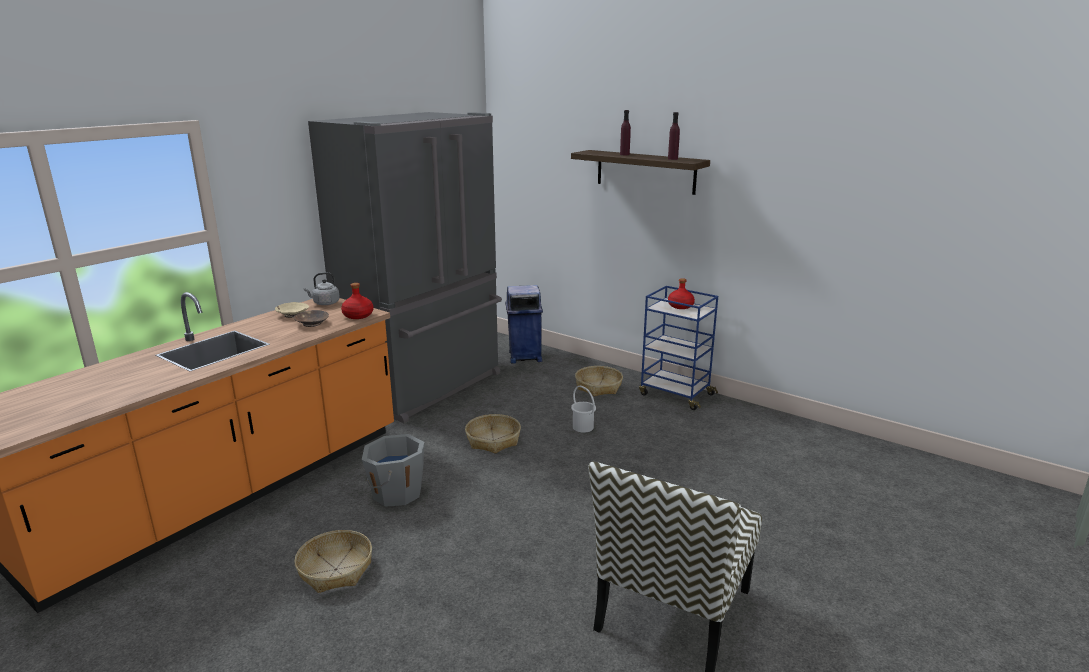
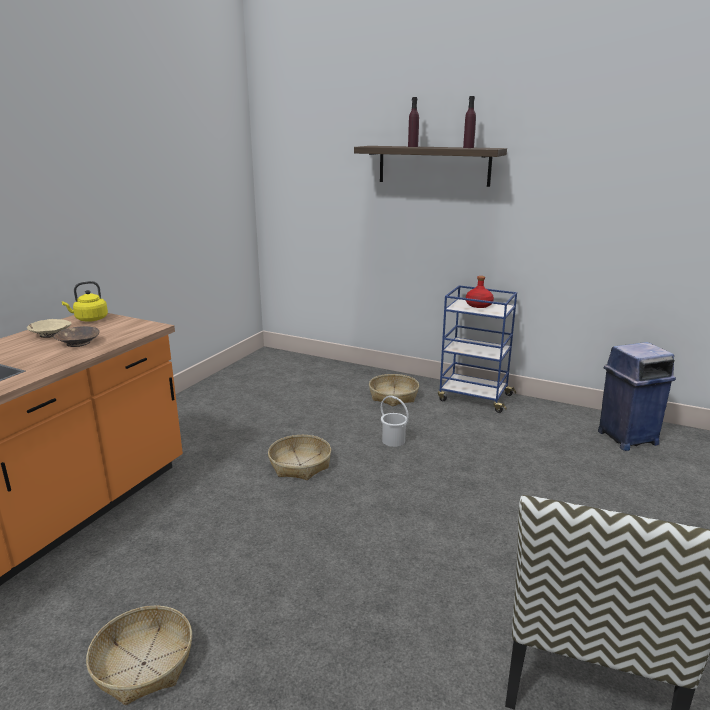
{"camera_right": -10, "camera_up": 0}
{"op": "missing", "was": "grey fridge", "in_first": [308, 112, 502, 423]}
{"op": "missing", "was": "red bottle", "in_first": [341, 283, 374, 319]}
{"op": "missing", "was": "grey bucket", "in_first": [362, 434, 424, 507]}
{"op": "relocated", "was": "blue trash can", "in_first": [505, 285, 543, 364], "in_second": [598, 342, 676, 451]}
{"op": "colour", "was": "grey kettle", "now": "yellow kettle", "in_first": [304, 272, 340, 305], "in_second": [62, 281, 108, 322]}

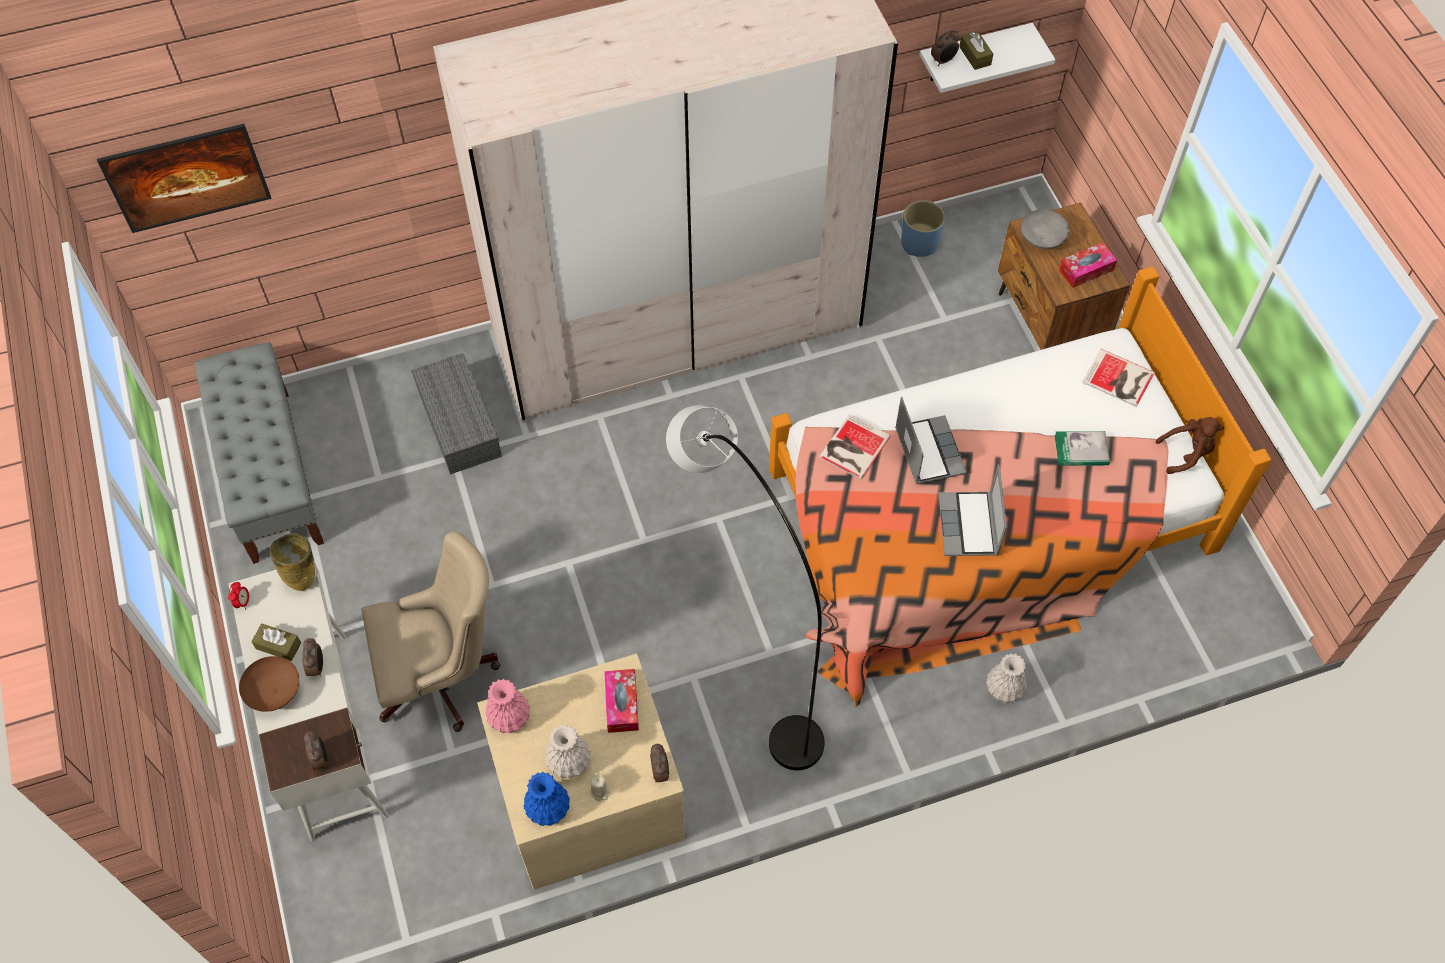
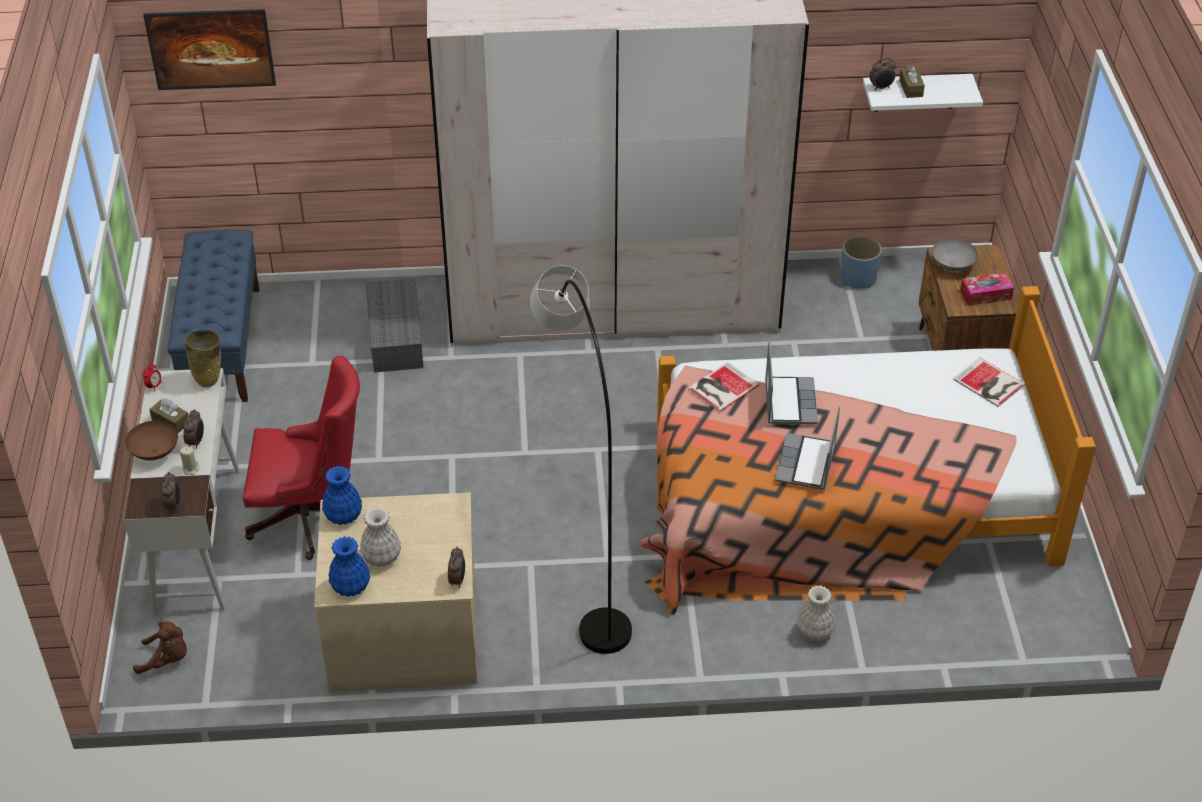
{"camera_right": 15, "camera_up": -15}
{"op": "missing", "was": "tissue box", "in_first": [604, 669, 639, 733]}
{"op": "missing", "was": "book", "in_first": [1054, 431, 1110, 466]}
{"op": "relocated", "was": "beige candle", "in_first": [590, 774, 610, 801], "in_second": [180, 446, 199, 475]}
{"op": "relocated", "was": "brown plush toy", "in_first": [1155, 417, 1224, 474], "in_second": [133, 621, 187, 674]}
{"op": "colour", "was": "grey bench", "now": "blue bench", "in_first": [195, 342, 324, 564], "in_second": [168, 230, 259, 402]}
{"op": "colour", "was": "beige office chair", "now": "red office chair", "in_first": [361, 531, 501, 732], "in_second": [243, 356, 360, 560]}
{"op": "colour", "was": "pink vase", "now": "blue vase", "in_first": [485, 679, 530, 733], "in_second": [322, 466, 362, 525]}

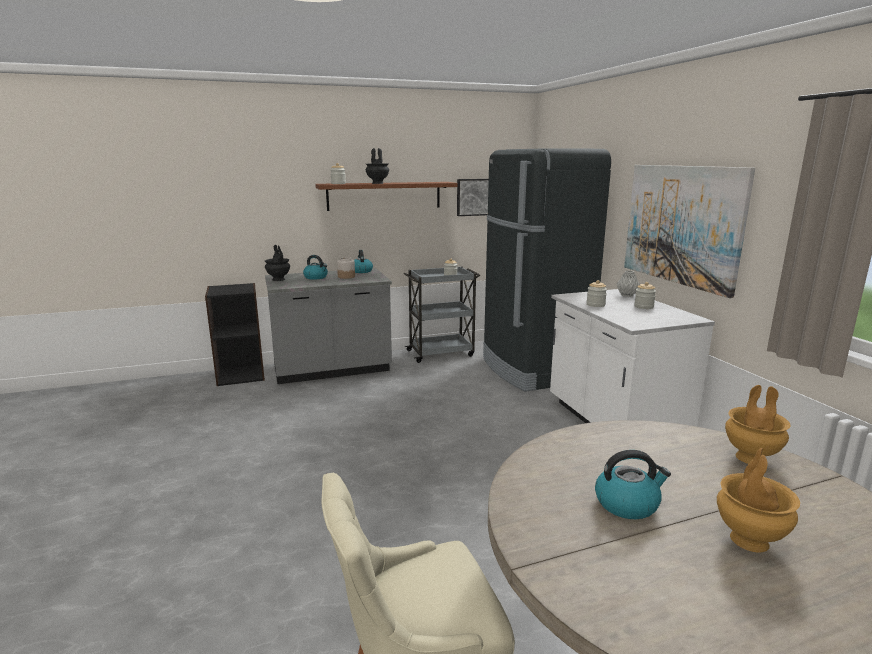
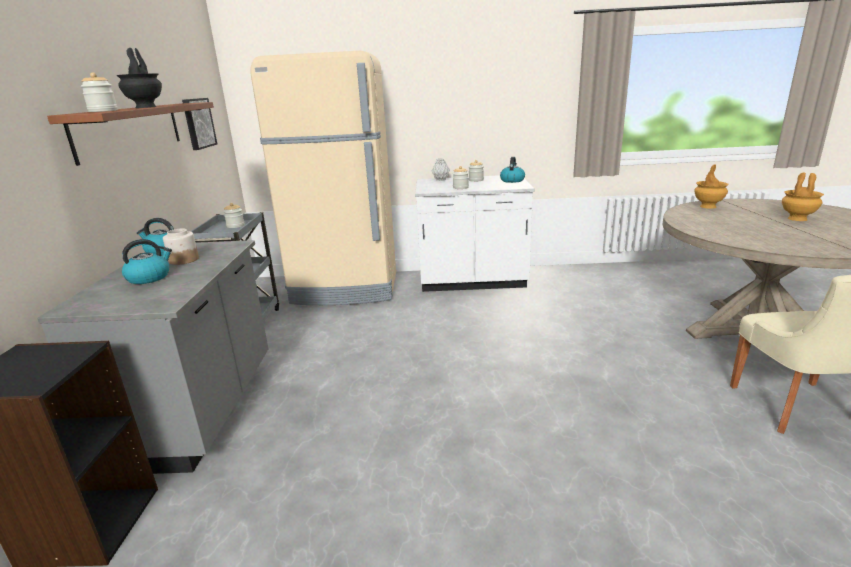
{"camera_right": -70, "camera_up": 5}
{"op": "missing", "was": "black vase", "in_first": [265, 245, 290, 281]}
{"op": "missing", "was": "picture", "in_first": [624, 165, 755, 298]}
{"op": "relocated", "was": "kettle", "in_first": [595, 450, 671, 519], "in_second": [500, 157, 525, 183]}
{"op": "colour", "was": "black fridge", "now": "beige fridge", "in_first": [483, 148, 611, 392], "in_second": [250, 51, 396, 305]}

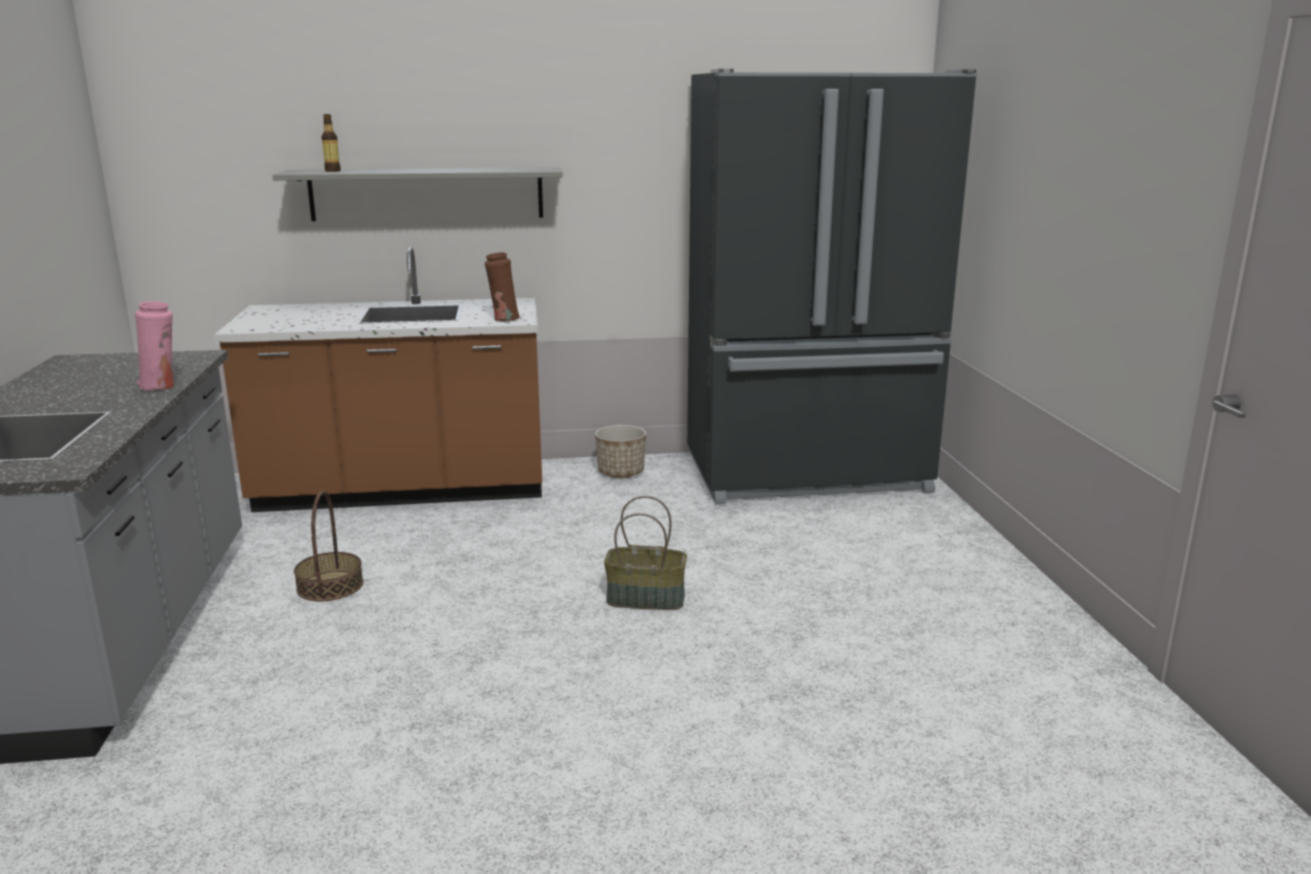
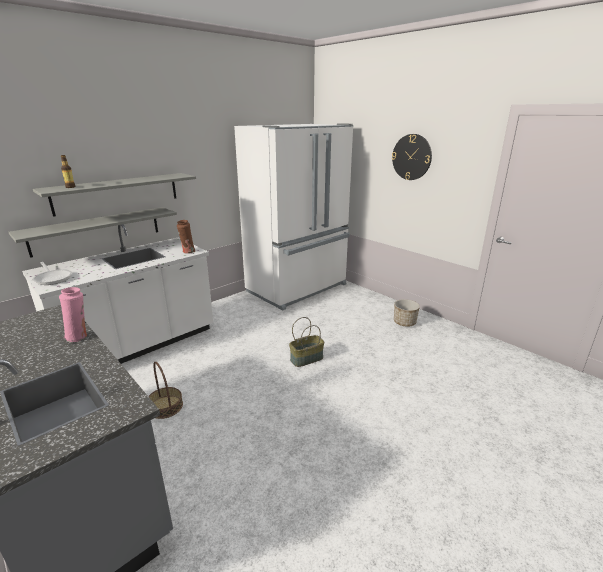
{"camera_right": -35, "camera_up": 5}
{"op": "appeared", "now": "grey shelf", "in_second": [9, 207, 177, 258]}
{"op": "appeared", "now": "frying pan", "in_second": [33, 262, 72, 285]}
{"op": "appeared", "now": "wall clock", "in_second": [392, 134, 432, 180]}
{"op": "relocated", "was": "planter", "in_first": [595, 425, 646, 478], "in_second": [394, 299, 420, 327]}
{"op": "colour", "was": "brown counter", "now": "white counter", "in_first": [214, 247, 542, 512], "in_second": [22, 224, 213, 364]}
{"op": "colour", "was": "black fridge", "now": "white fridge", "in_first": [687, 69, 977, 504], "in_second": [234, 123, 354, 310]}

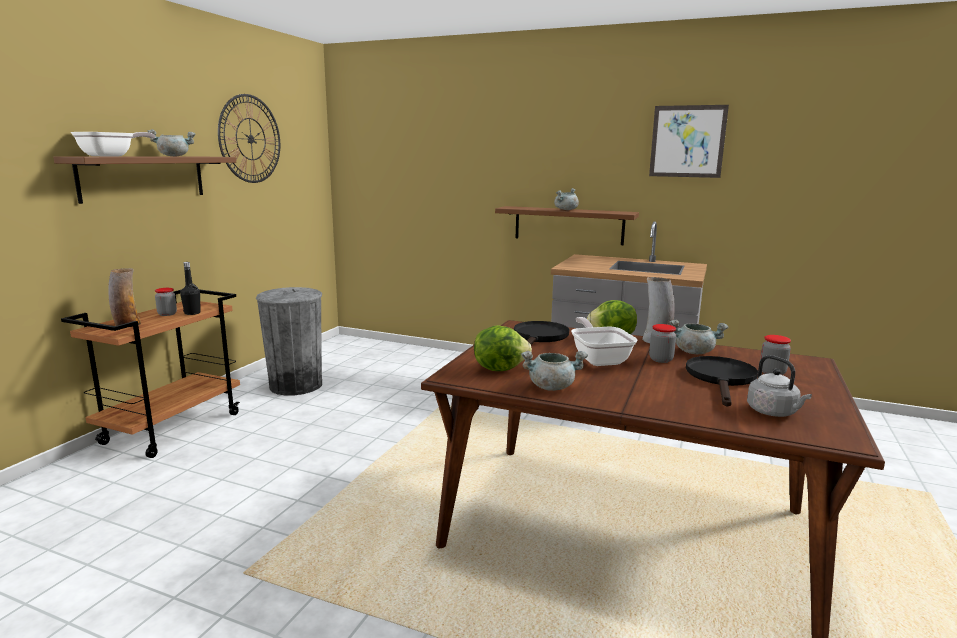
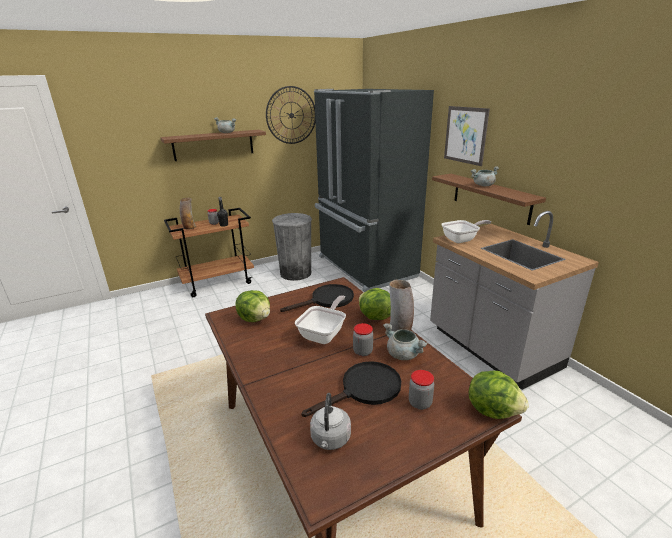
{"camera_right": 40, "camera_up": 10}
{"op": "missing", "was": "grey cooking pot", "in_first": [521, 351, 588, 391]}
{"op": "appeared", "now": "black fridge", "in_second": [314, 89, 434, 292]}
{"op": "appeared", "now": "lettuce", "in_second": [469, 371, 528, 419]}
{"op": "relocated", "was": "frying pan", "in_first": [71, 132, 156, 156], "in_second": [441, 220, 491, 243]}
{"op": "relocated", "was": "picture", "in_first": [649, 105, 729, 178], "in_second": [444, 106, 490, 166]}

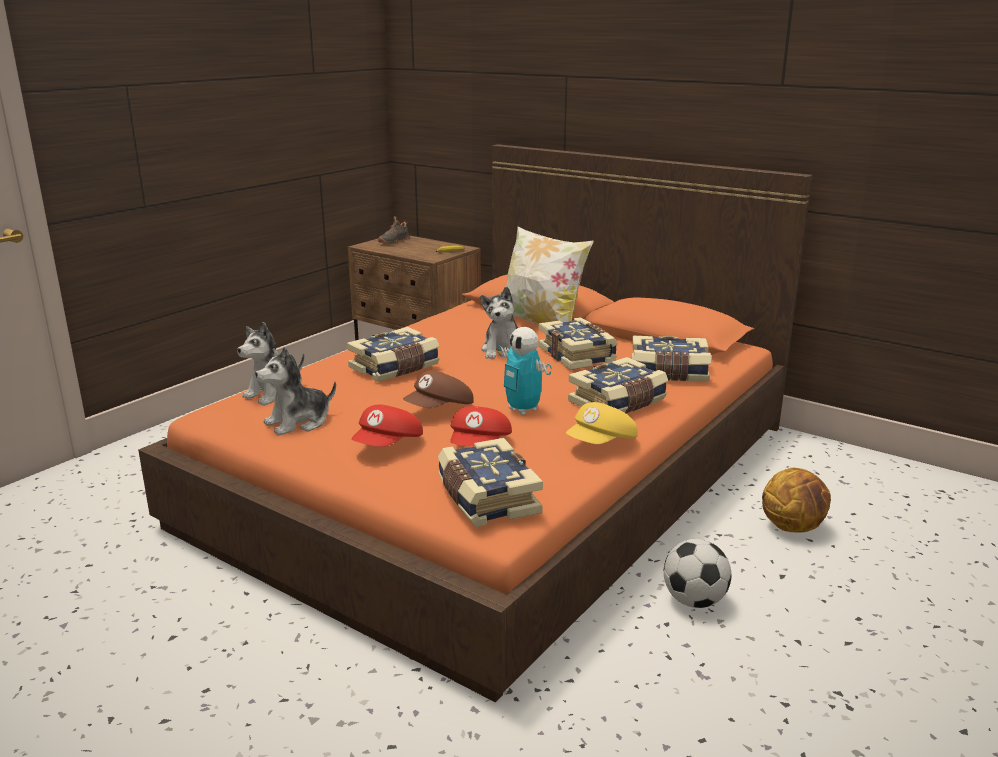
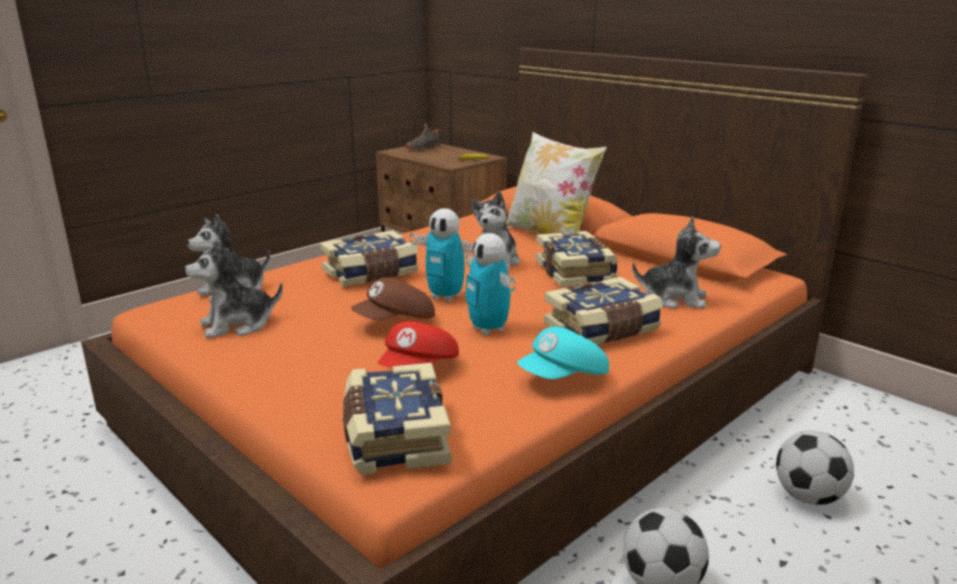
{"camera_right": 10, "camera_up": 0}
{"op": "missing", "was": "red cap", "in_first": [351, 404, 423, 447]}
{"op": "appeared", "now": "toy robot", "in_second": [410, 208, 473, 302]}
{"op": "exchanged", "was": "book", "now": "plush toy", "in_first": [631, 336, 711, 381], "in_second": [632, 216, 721, 309]}
{"op": "exchanged", "was": "basketball", "now": "football", "in_first": [762, 468, 831, 533], "in_second": [776, 430, 854, 505]}
{"op": "colour", "was": "yellow cap", "now": "turquoise cap", "in_first": [566, 402, 638, 444], "in_second": [517, 327, 609, 379]}

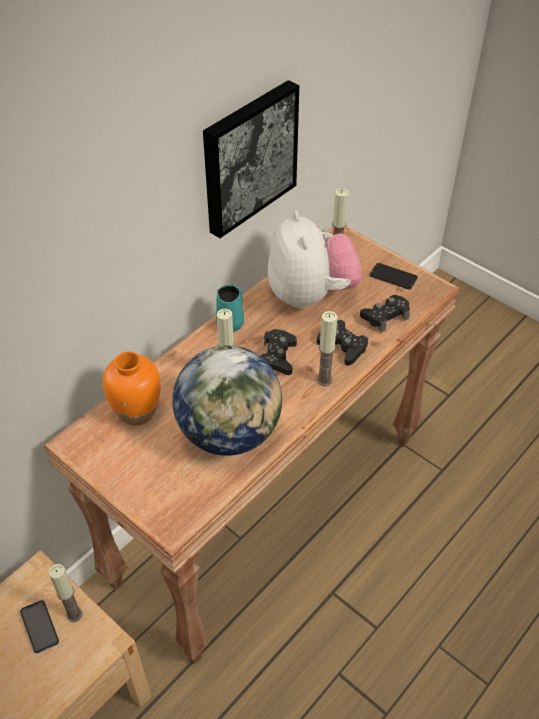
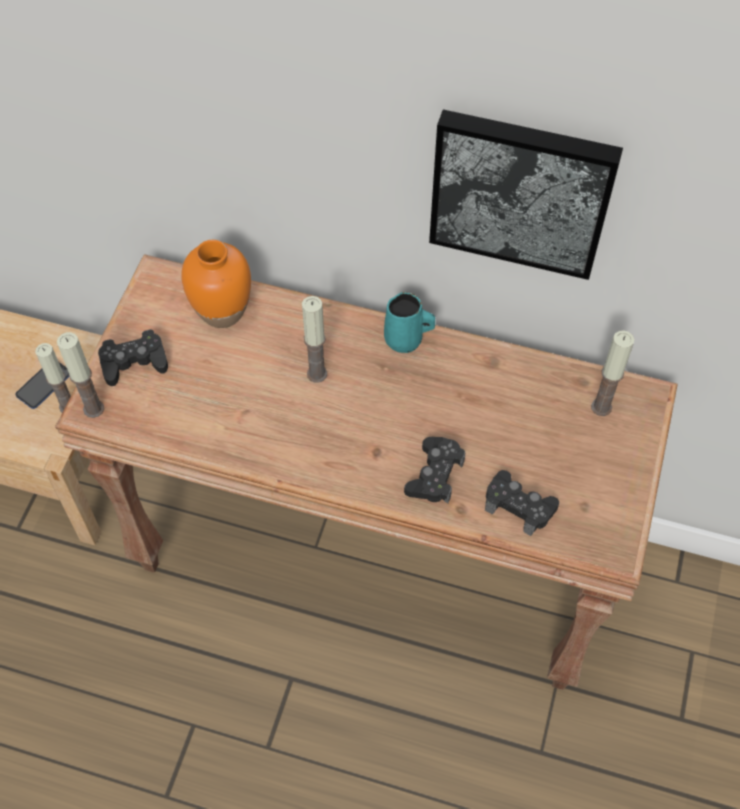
{"camera_right": 65, "camera_up": 10}
{"op": "missing", "was": "globe", "in_first": [172, 345, 282, 456]}
{"op": "missing", "was": "plush toy", "in_first": [268, 211, 361, 309]}
{"op": "missing", "was": "phone", "in_first": [370, 263, 418, 290]}
{"op": "relocated", "was": "black game controller", "in_first": [260, 329, 297, 375], "in_second": [98, 329, 168, 386]}
{"op": "relocated", "was": "candle", "in_first": [317, 311, 337, 386], "in_second": [57, 332, 104, 418]}

